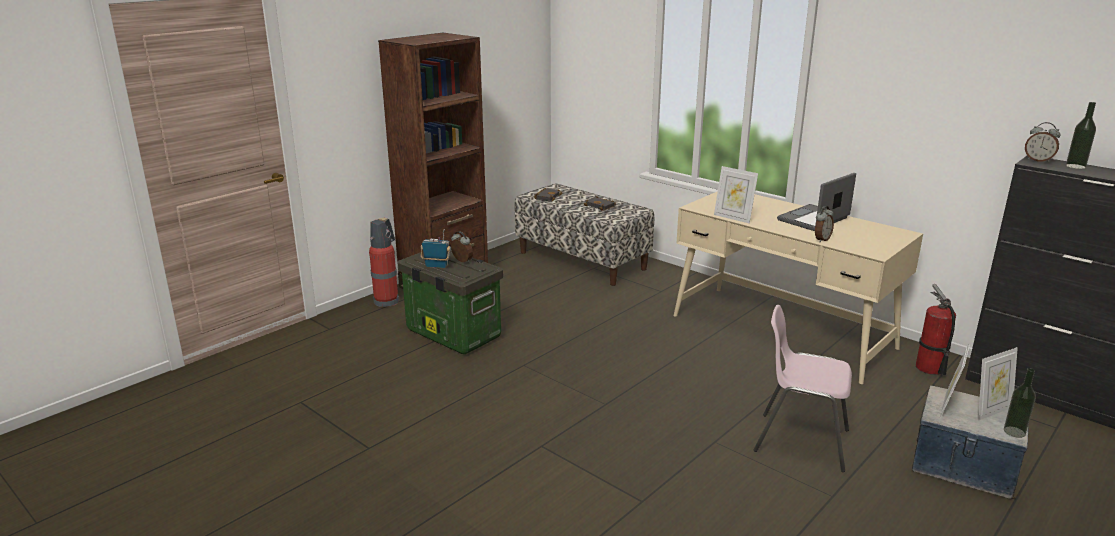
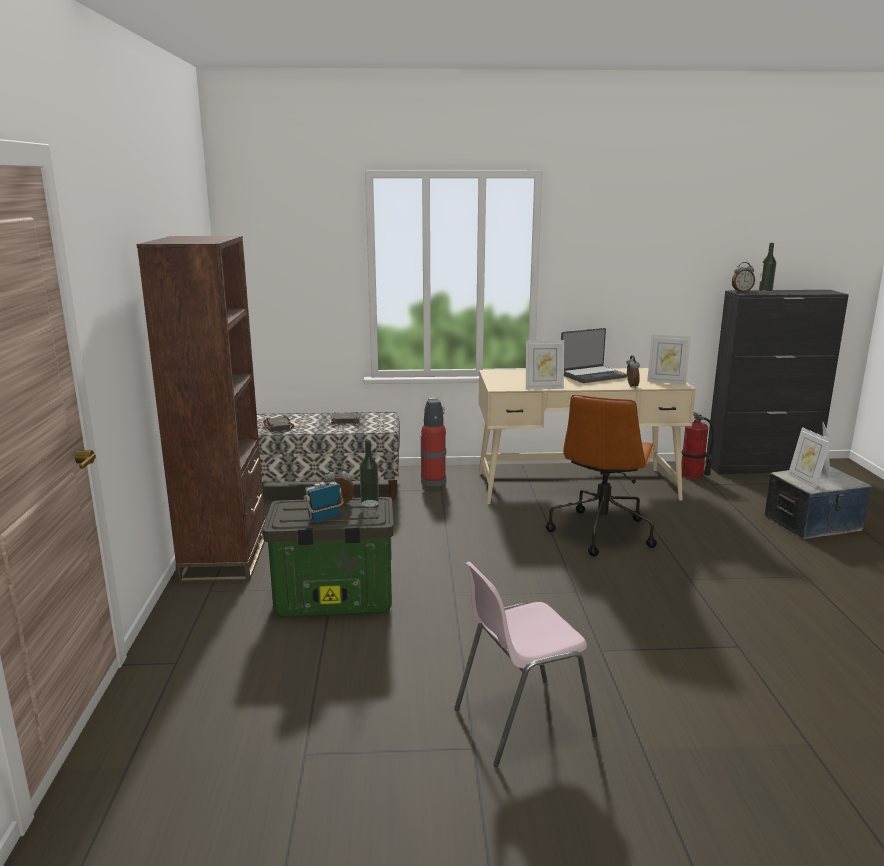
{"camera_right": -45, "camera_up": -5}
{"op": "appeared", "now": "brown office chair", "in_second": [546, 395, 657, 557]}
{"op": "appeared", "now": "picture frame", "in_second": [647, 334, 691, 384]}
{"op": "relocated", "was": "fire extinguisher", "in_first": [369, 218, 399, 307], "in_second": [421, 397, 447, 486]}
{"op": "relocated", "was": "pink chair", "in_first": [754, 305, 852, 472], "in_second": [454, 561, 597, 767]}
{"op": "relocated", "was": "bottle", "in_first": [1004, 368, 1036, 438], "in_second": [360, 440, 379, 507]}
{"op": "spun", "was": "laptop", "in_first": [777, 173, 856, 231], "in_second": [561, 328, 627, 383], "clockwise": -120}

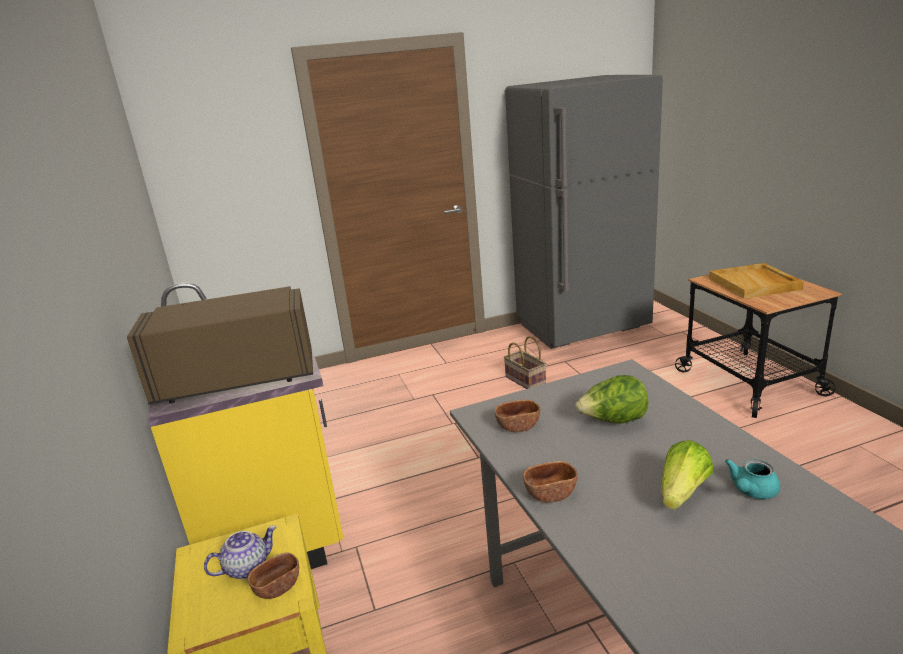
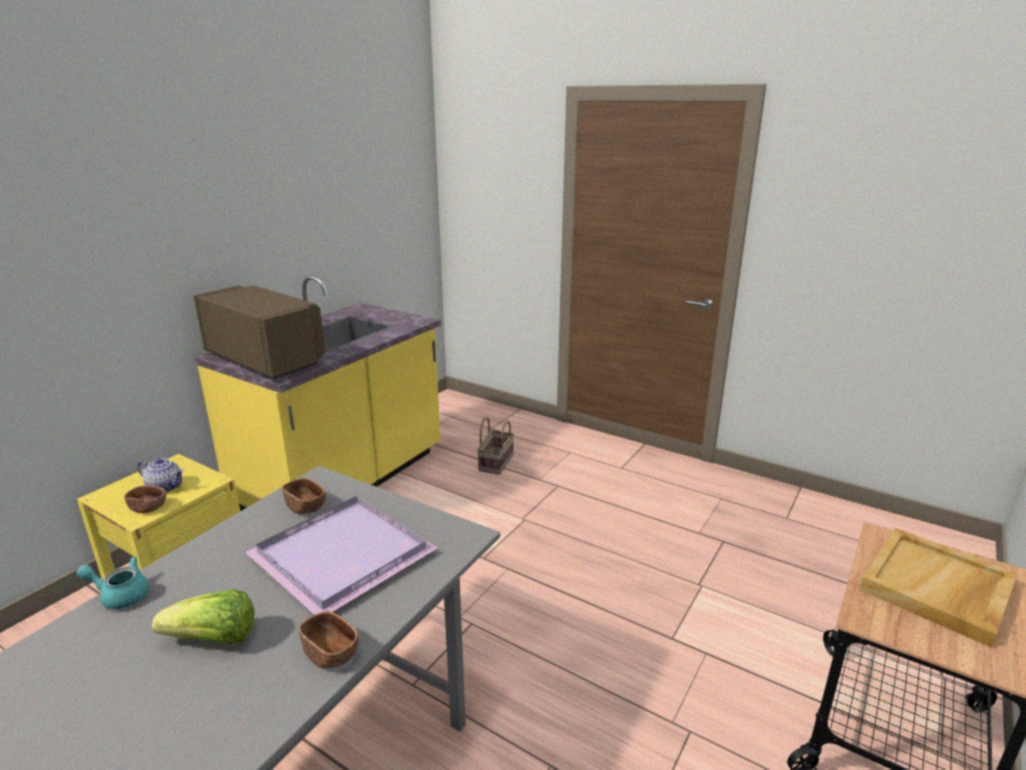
{"camera_right": 50, "camera_up": 0}
{"op": "missing", "was": "grey fridge", "in_first": [505, 75, 663, 349]}
{"op": "relocated", "was": "basket", "in_first": [504, 336, 546, 389], "in_second": [477, 417, 514, 475]}
{"op": "relocated", "was": "brown bowl", "in_first": [523, 461, 578, 503], "in_second": [298, 611, 359, 668]}
{"op": "relocated", "was": "turquoise teapot", "in_first": [725, 459, 780, 499], "in_second": [76, 557, 149, 609]}
{"op": "exchanged", "was": "lettuce", "now": "purple tray", "in_first": [575, 375, 648, 424], "in_second": [245, 496, 437, 615]}

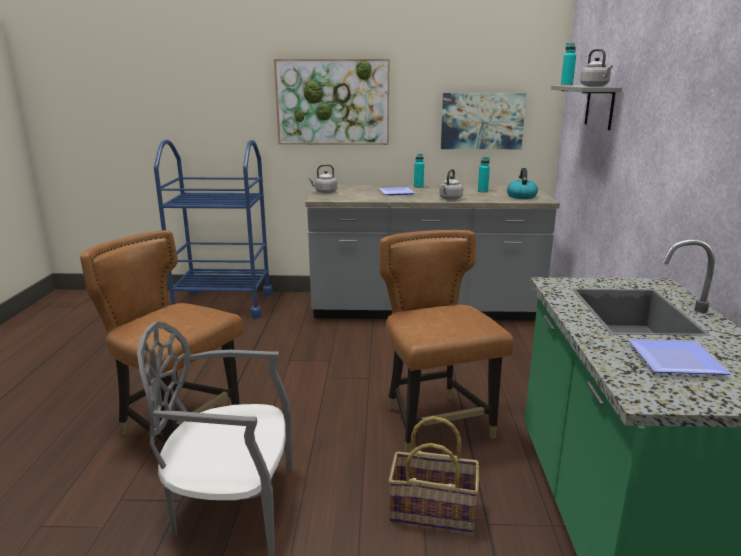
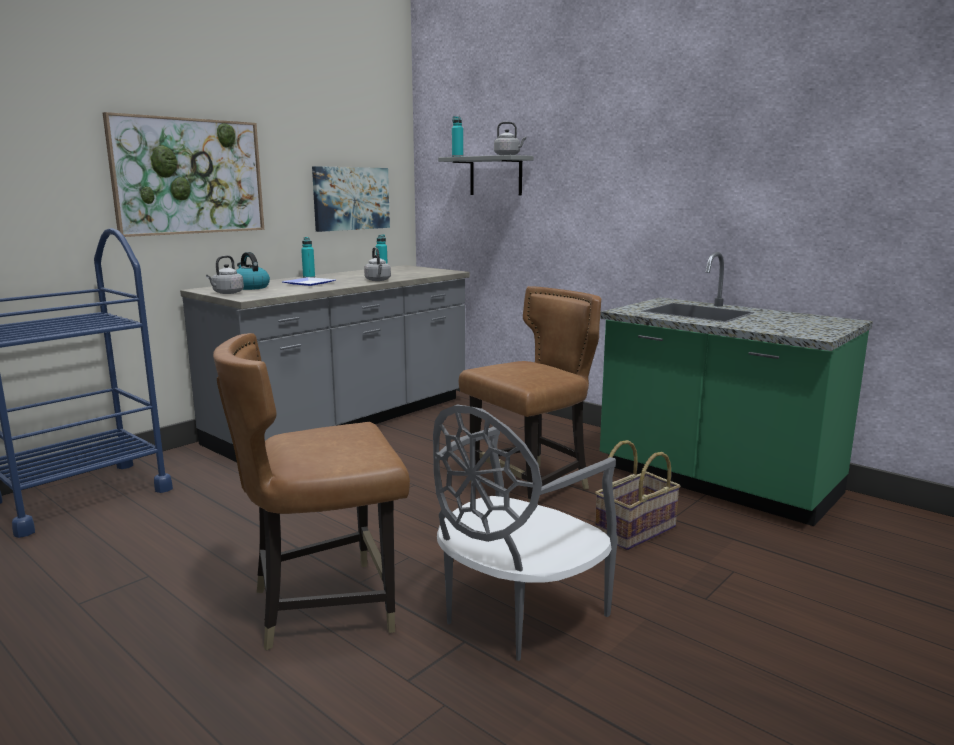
{"camera_right": -50, "camera_up": -5}
{"op": "missing", "was": "plate", "in_first": [628, 339, 732, 375]}
{"op": "relocated", "was": "kettle", "in_first": [507, 168, 538, 199], "in_second": [236, 252, 270, 290]}
{"op": "spun", "was": "brown chair", "in_first": [379, 230, 514, 453], "in_second": [459, 286, 601, 503], "clockwise": 120}

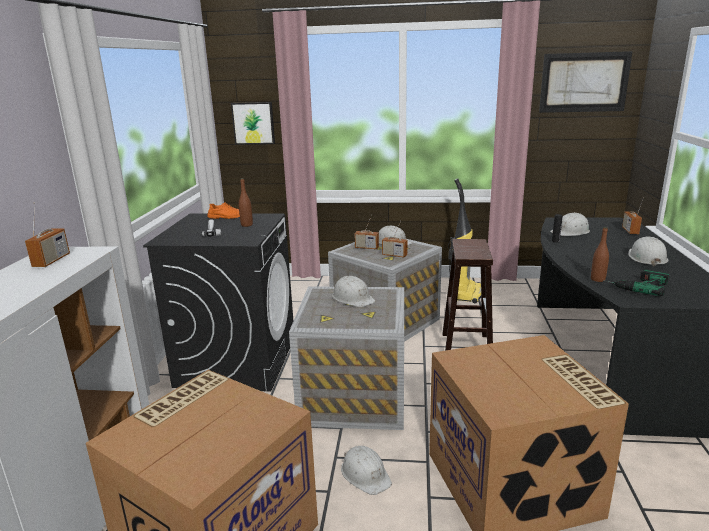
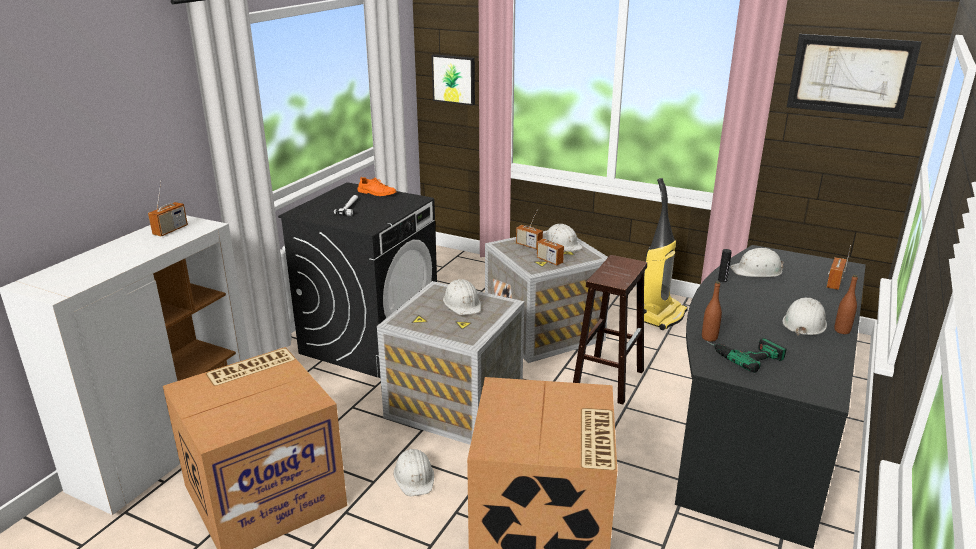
{"camera_right": 20, "camera_up": 5}
{"op": "relocated", "was": "brown bottle", "in_first": [239, 178, 253, 227], "in_second": [834, 275, 858, 334]}

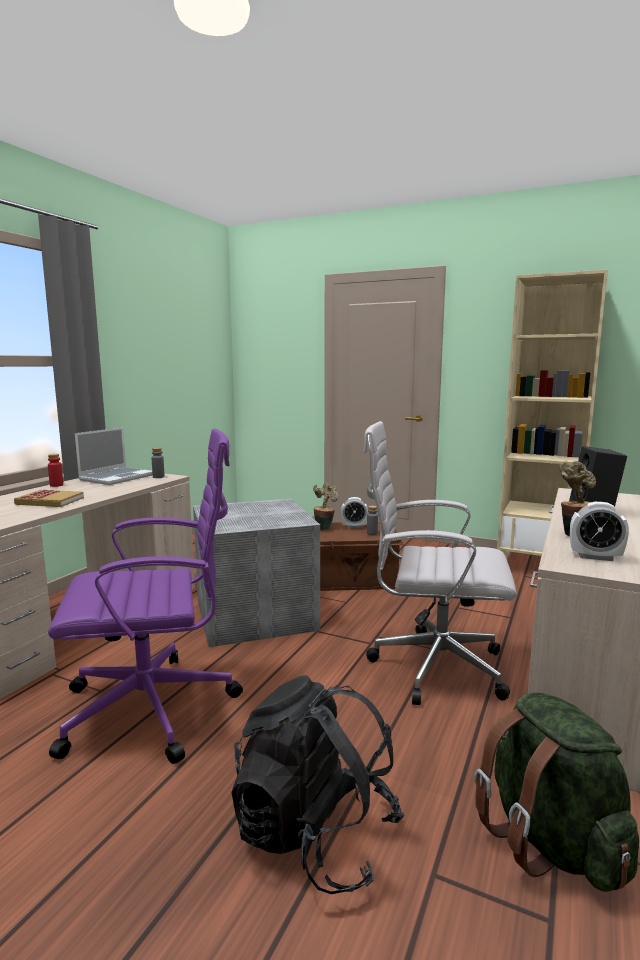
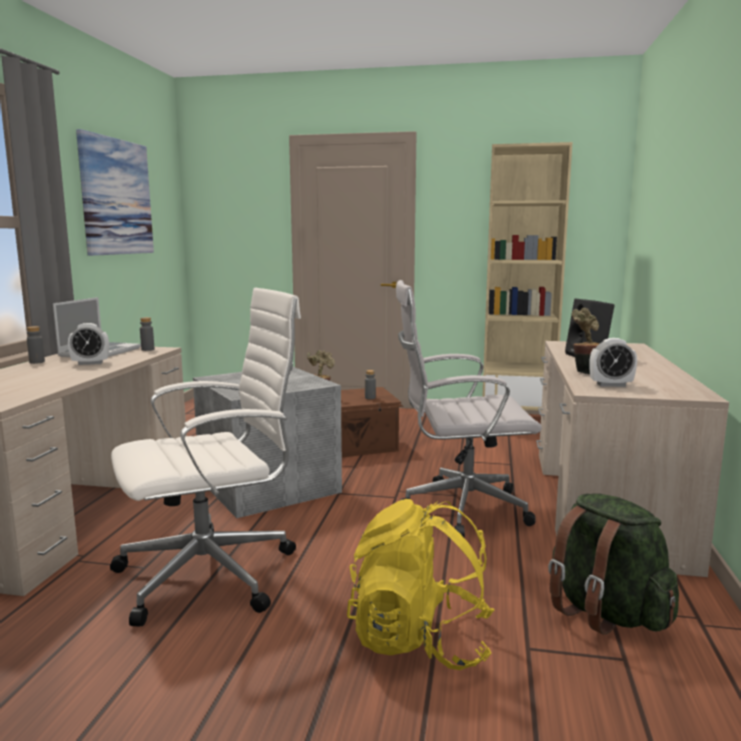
{"camera_right": -15, "camera_up": 0}
{"op": "missing", "was": "book", "in_first": [14, 490, 84, 507]}
{"op": "appeared", "now": "picture", "in_second": [76, 129, 154, 256]}
{"op": "relocated", "was": "alarm clock", "in_first": [341, 497, 368, 528], "in_second": [68, 323, 109, 365]}
{"op": "colour", "was": "purple office chair", "now": "white office chair", "in_first": [48, 429, 243, 764], "in_second": [110, 288, 301, 627]}
{"op": "colour", "was": "red bottle", "now": "grey bottle", "in_first": [48, 454, 63, 487], "in_second": [27, 326, 45, 364]}
{"op": "colour", "was": "black backpack", "now": "yellow backpack", "in_first": [231, 675, 404, 894], "in_second": [347, 499, 494, 670]}

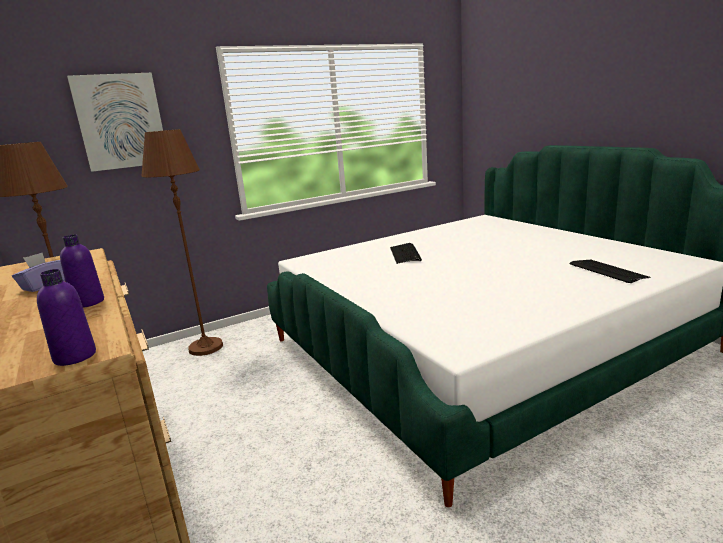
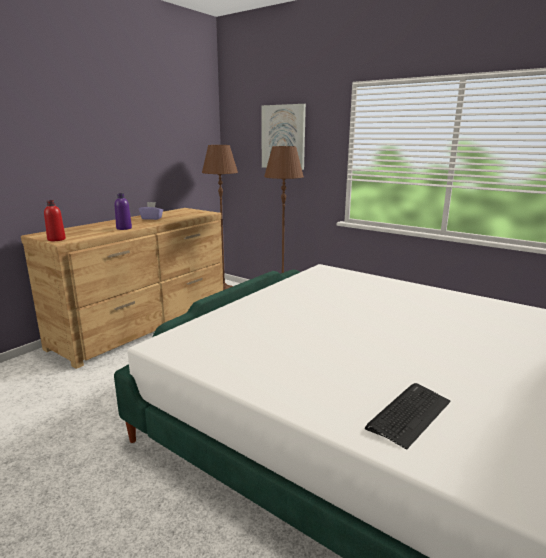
{"camera_right": 65, "camera_up": 0}
{"op": "missing", "was": "keyboard", "in_first": [390, 243, 422, 264]}
{"op": "colour", "was": "purple bottle", "now": "red bottle", "in_first": [37, 269, 96, 366], "in_second": [44, 200, 66, 241]}

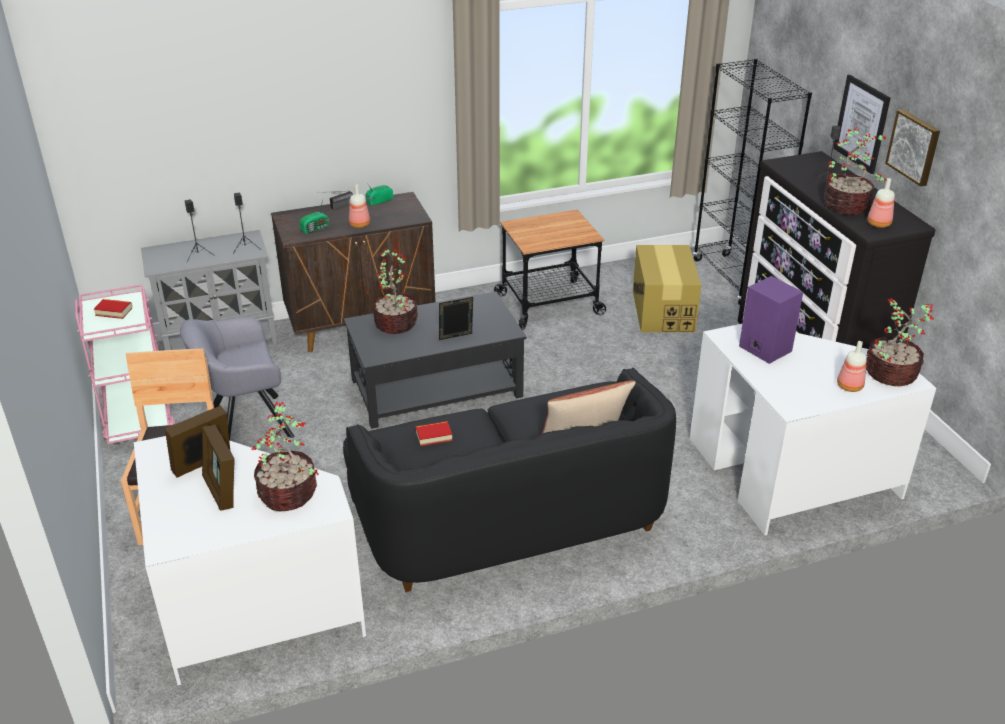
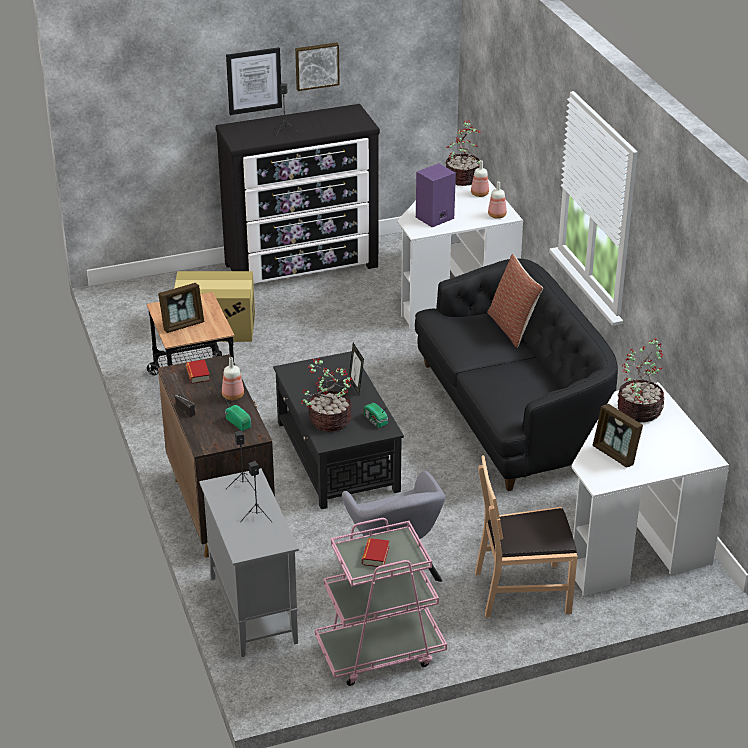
{"camera_right": -90, "camera_up": 0}
{"op": "missing", "was": "black bookcase", "in_first": [693, 58, 812, 305]}
{"op": "missing", "was": "potted plant", "in_first": [824, 127, 887, 215]}
{"op": "relocated", "was": "picture frame", "in_first": [202, 425, 235, 511], "in_second": [158, 283, 204, 333]}
{"op": "relocated", "was": "radio", "in_first": [366, 184, 393, 206], "in_second": [364, 403, 388, 428]}
{"op": "relocated", "was": "book", "in_first": [416, 421, 452, 446], "in_second": [186, 359, 210, 383]}
{"op": "relocated", "was": "bottle", "in_first": [867, 178, 895, 228], "in_second": [488, 181, 507, 219]}

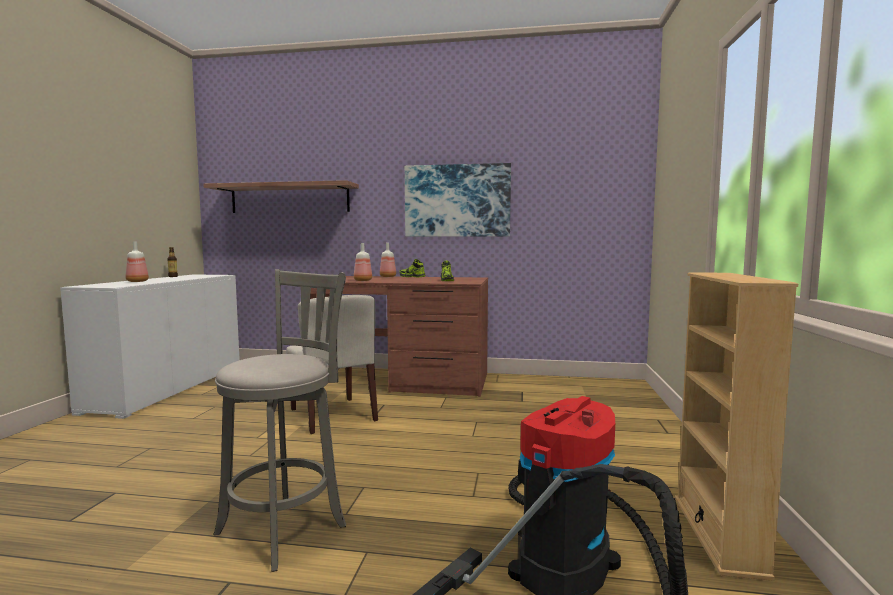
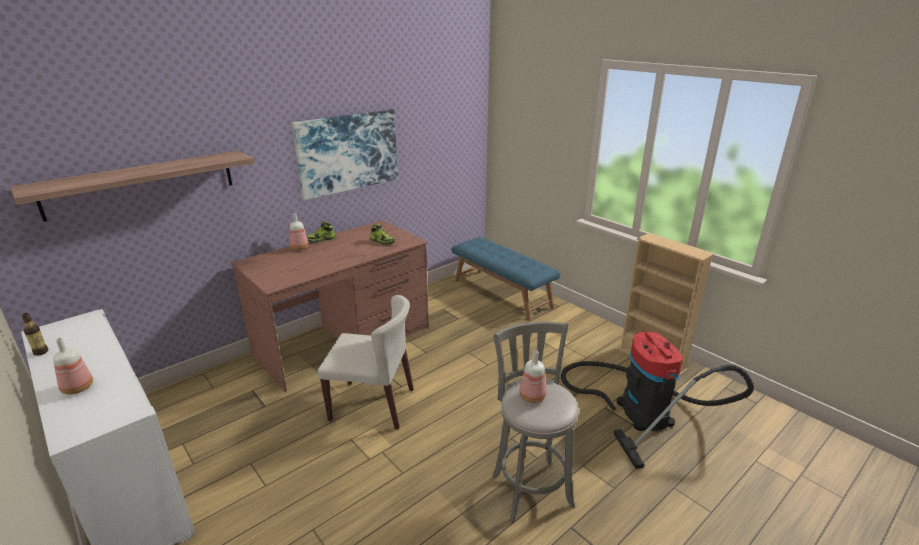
{"camera_right": -50, "camera_up": 20}
{"op": "appeared", "now": "blue bench", "in_second": [452, 237, 560, 321]}
{"op": "relocated", "was": "bottle", "in_first": [354, 243, 372, 281], "in_second": [519, 350, 546, 403]}

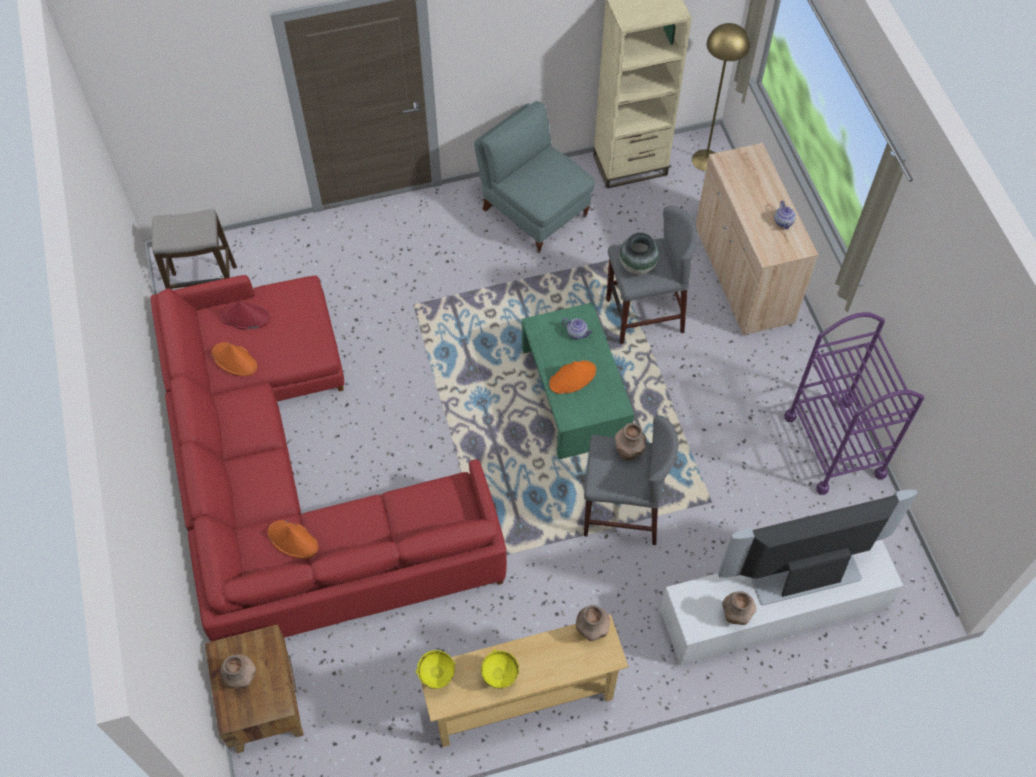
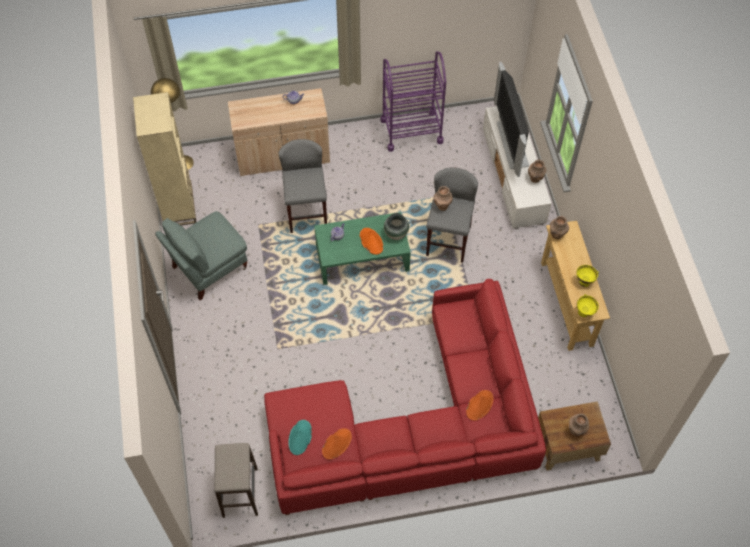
{"camera_right": -85, "camera_up": 0}
{"op": "relocated", "was": "vase", "in_first": [619, 232, 659, 275], "in_second": [384, 213, 409, 240]}
{"op": "colour", "was": "red hat", "now": "turquoise hat", "in_first": [220, 301, 270, 330], "in_second": [288, 420, 312, 455]}

